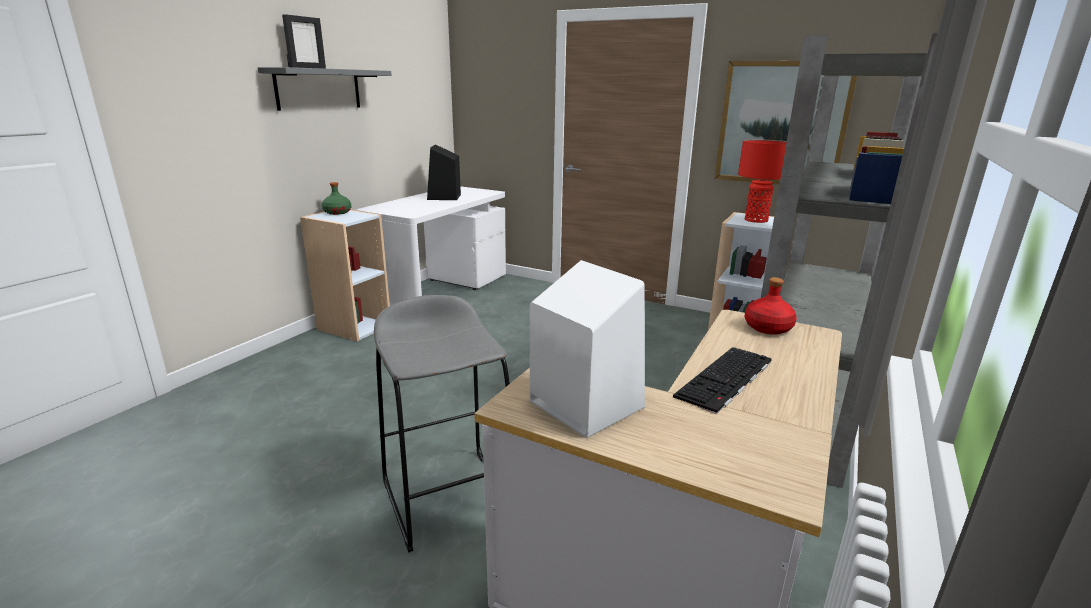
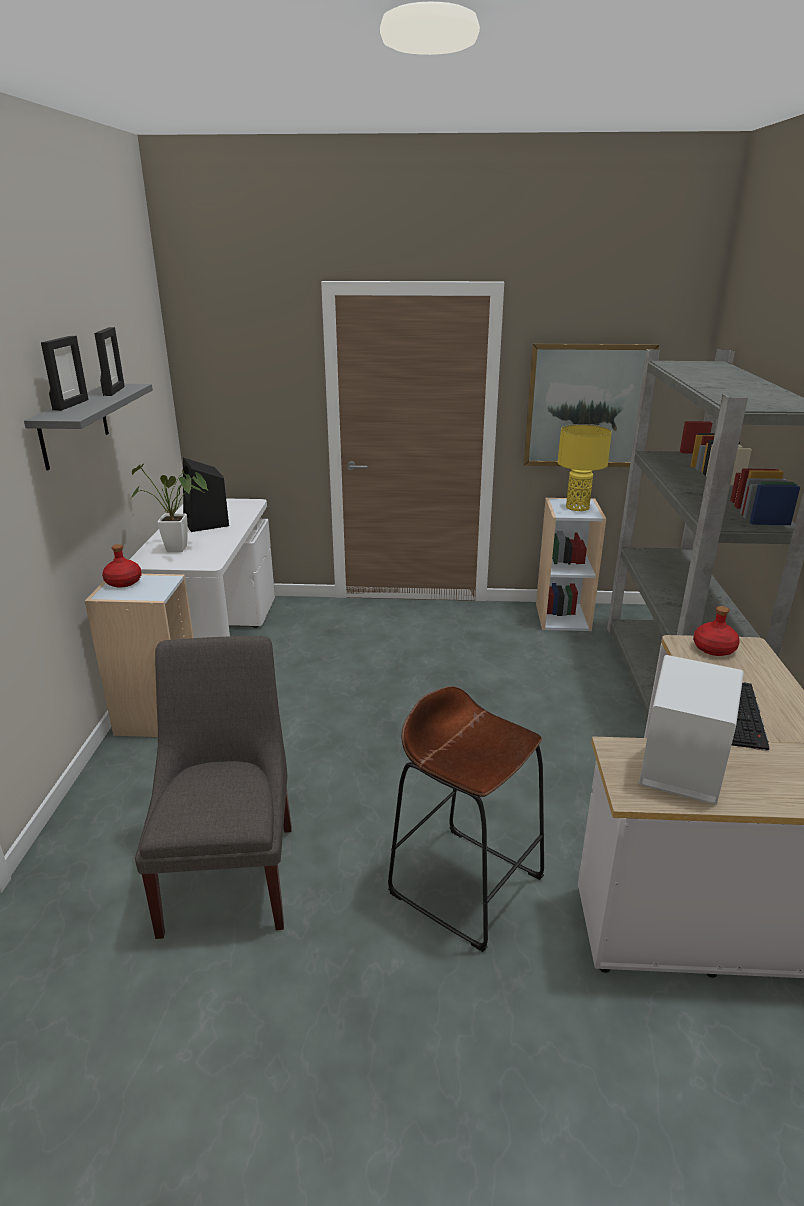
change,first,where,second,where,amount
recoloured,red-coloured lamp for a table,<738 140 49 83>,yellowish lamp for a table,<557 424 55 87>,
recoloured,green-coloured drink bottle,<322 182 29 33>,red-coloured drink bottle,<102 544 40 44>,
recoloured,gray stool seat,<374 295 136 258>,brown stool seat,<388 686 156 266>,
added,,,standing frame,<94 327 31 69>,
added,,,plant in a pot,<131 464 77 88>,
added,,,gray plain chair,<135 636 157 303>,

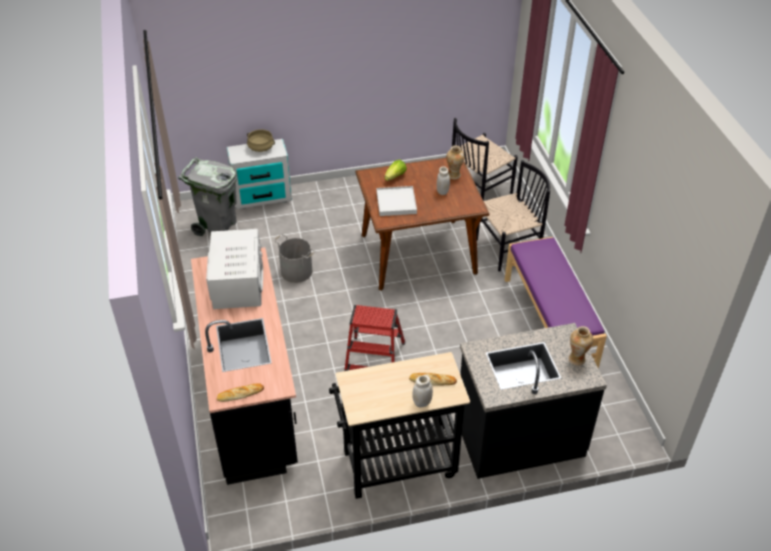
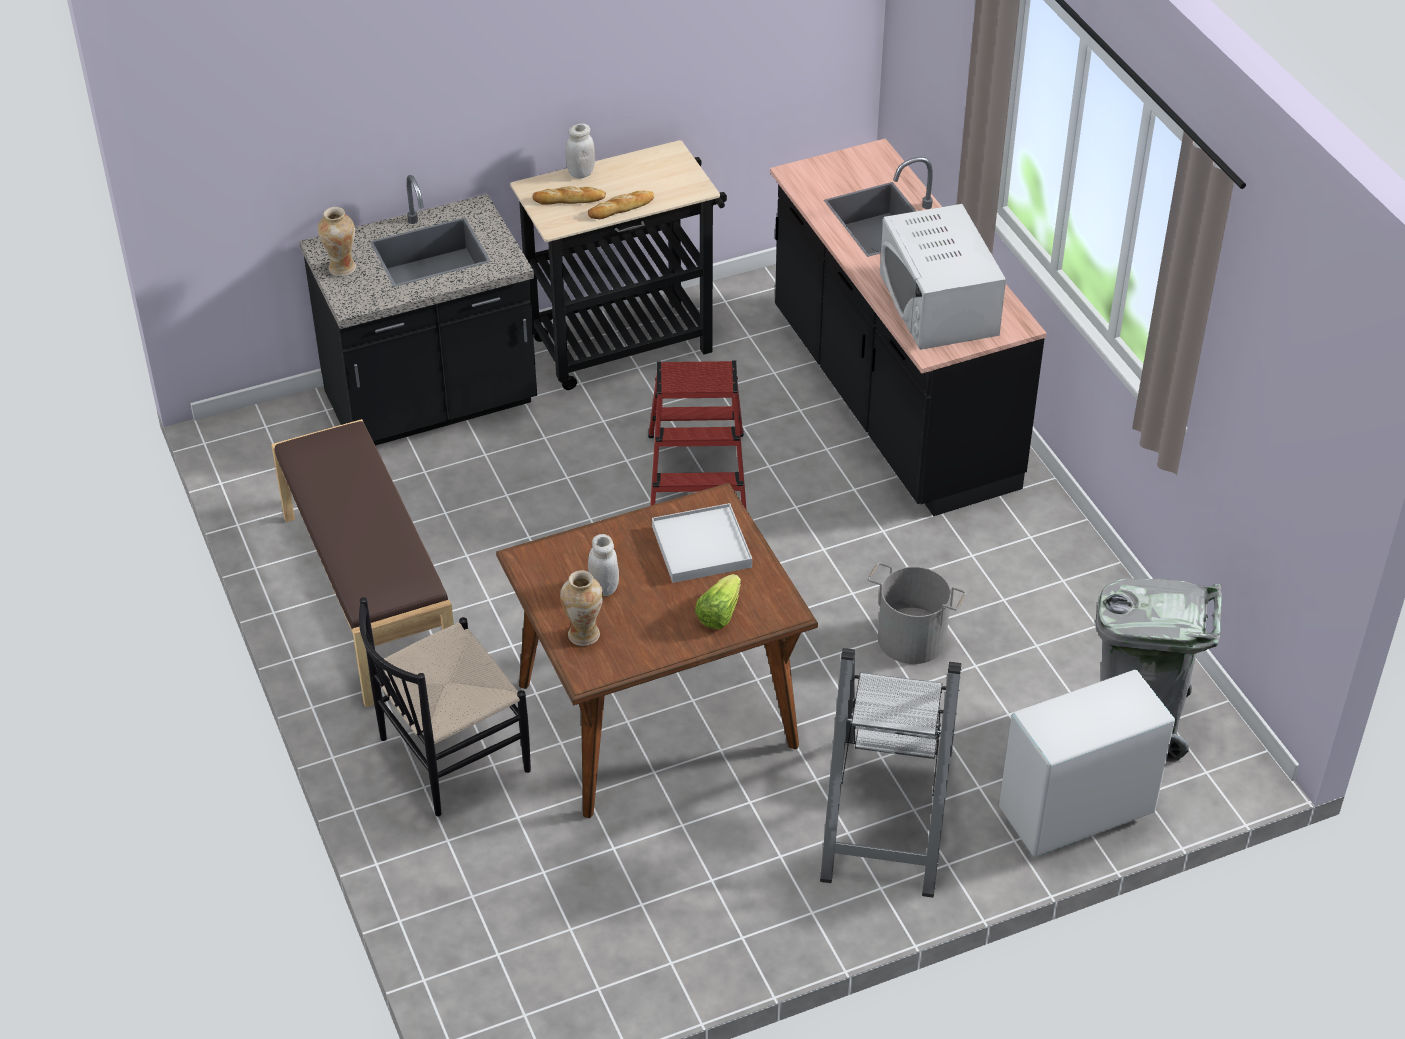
change,first,where,second,where,amount
removed,blackish plain chair,<452 118 66 83>,,,
removed,beige stockpot,<247 129 28 23>,,,
recoloured,purple-coloured bench,<505 237 102 132>,brown bench,<271 419 183 288>,
moved,bread,<217 383 47 19>,,<588 191 66 29>,
added,,,gray step stool,<820 648 142 250>,

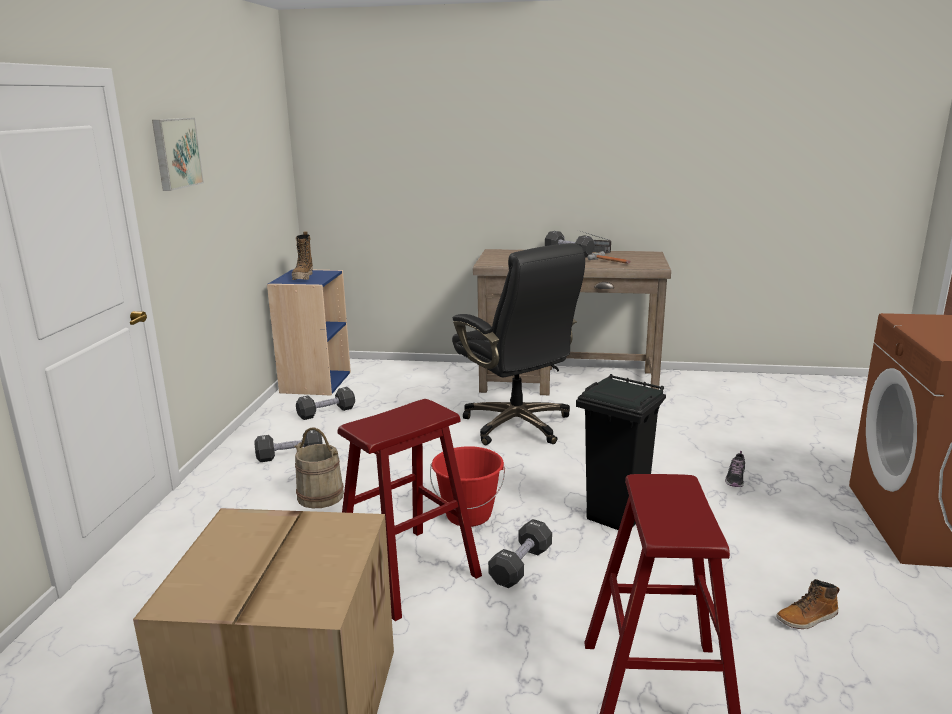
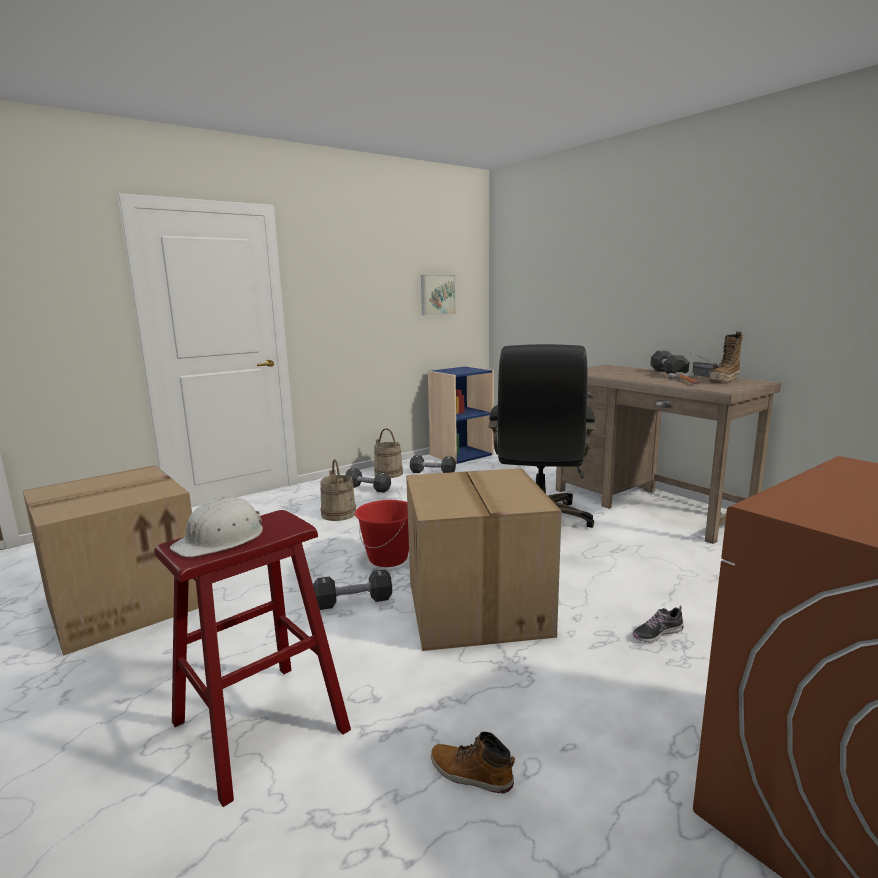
change,first,where,second,where,amount
moved,wall art,<152 118 52 73>,,<421 275 35 41>,
moved,high-top boot,<292 232 21 48>,,<709 331 34 52>,
replaced,blackish trash can,<576 374 90 156>,cardboard box,<406 468 156 183>,
removed,red-coloured stool seat,<338 399 144 222>,,,
added,,,beige water bucket,<374 428 29 50>,
added,,,whitish hard hat,<170 496 93 61>,

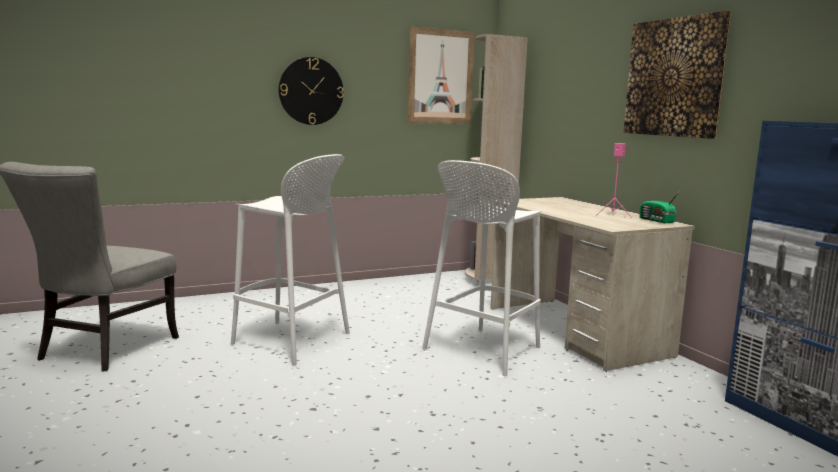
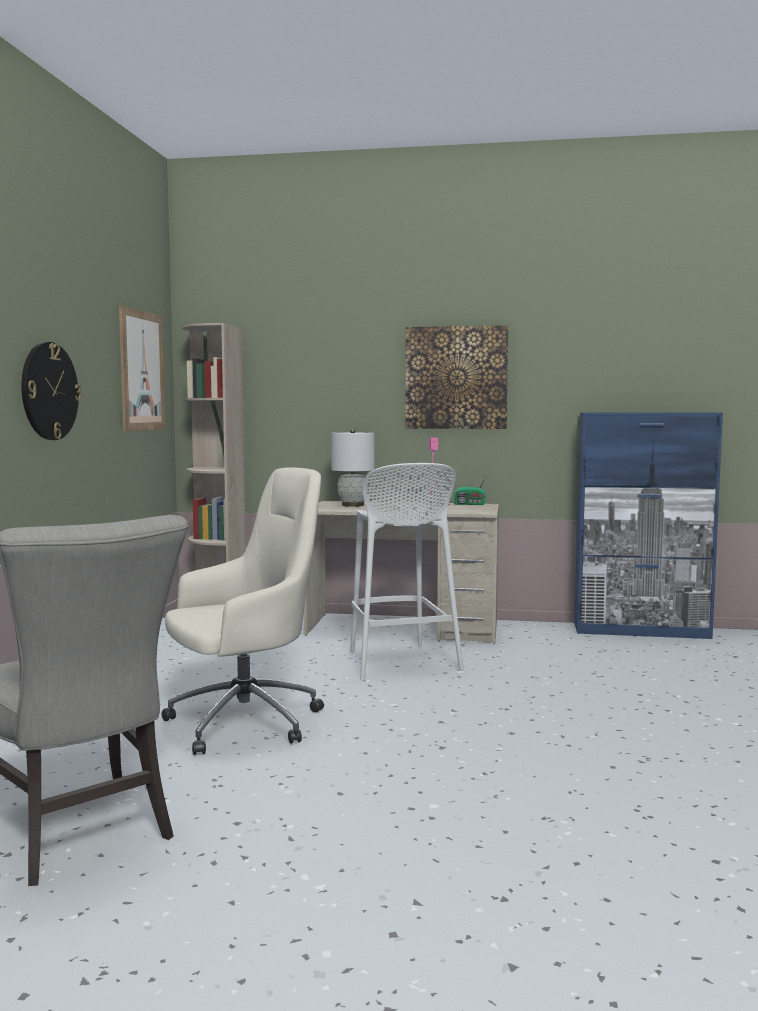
change,first,where,second,where,amount
replaced,whitish stool seat,<231 154 119 211>,beige office chair,<162 468 162 287>,
added,,,whitish lamp for a table,<331 429 43 78>,

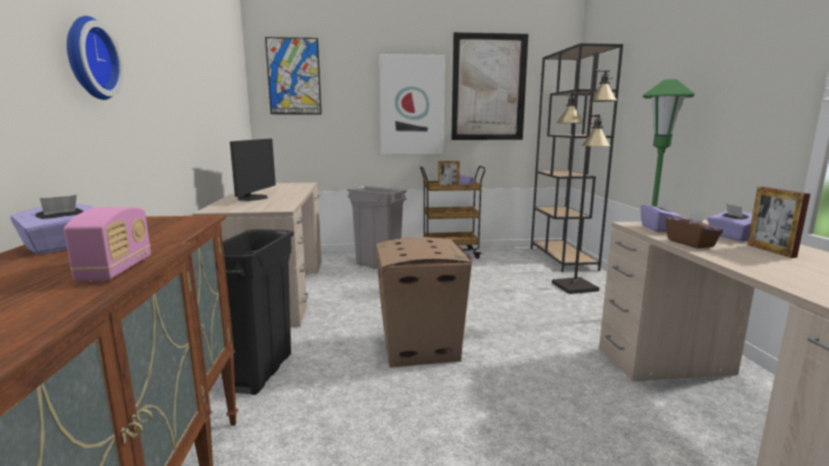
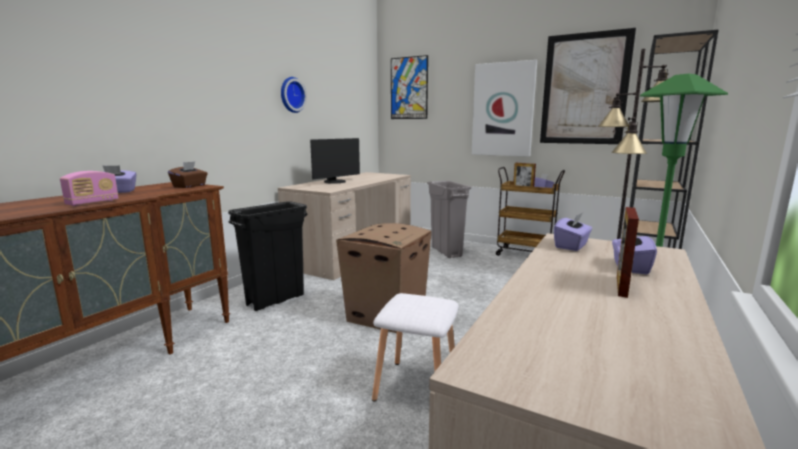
change,first,where,second,where,amount
moved,hanging clock,<67 16 56 84>,,<281 77 26 36>,
moved,brown box of tissues,<666 208 57 40>,,<168 161 40 27>,
added,,,whitish stool seat,<372 293 87 108>,

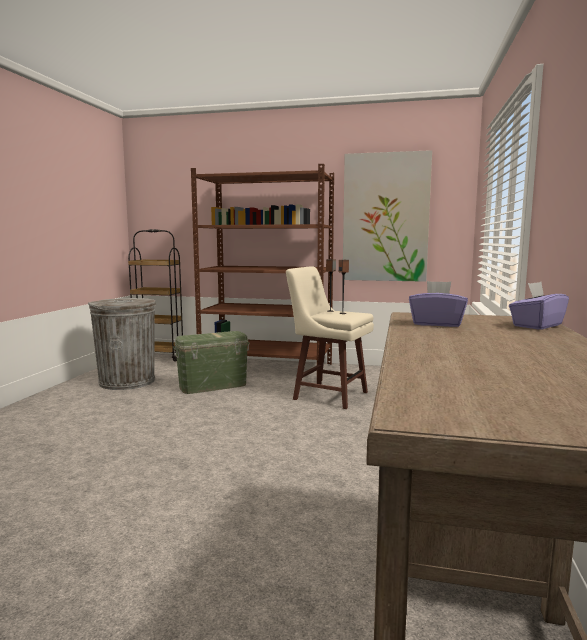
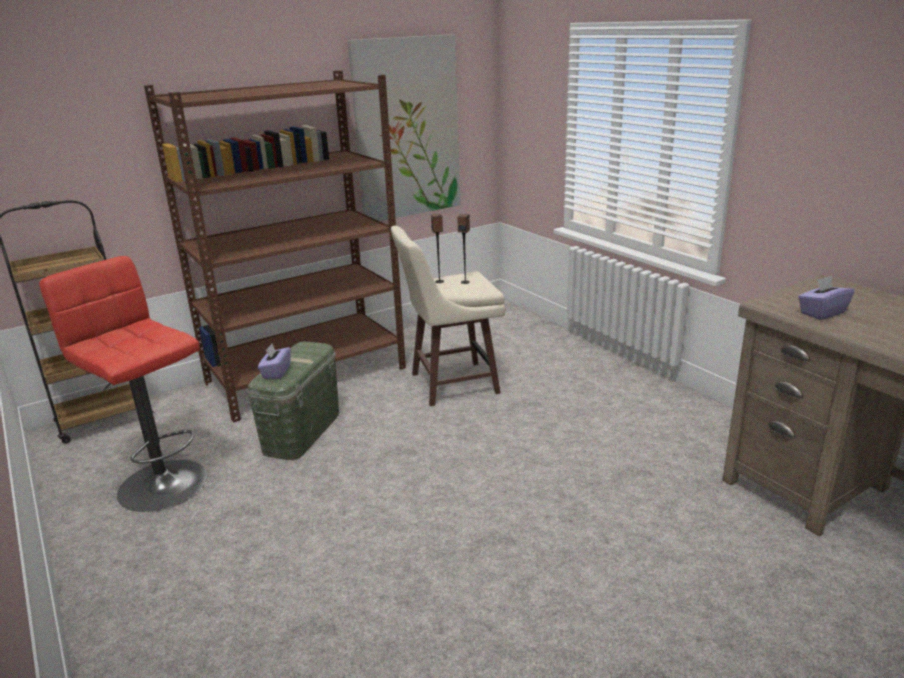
change,first,where,second,where,amount
moved,purple-coloured box of tissues,<509 282 60 48>,,<258 344 33 35>,
replaced,gray trash can,<88 298 68 92>,red-coloured stool seat,<39 256 168 256>,

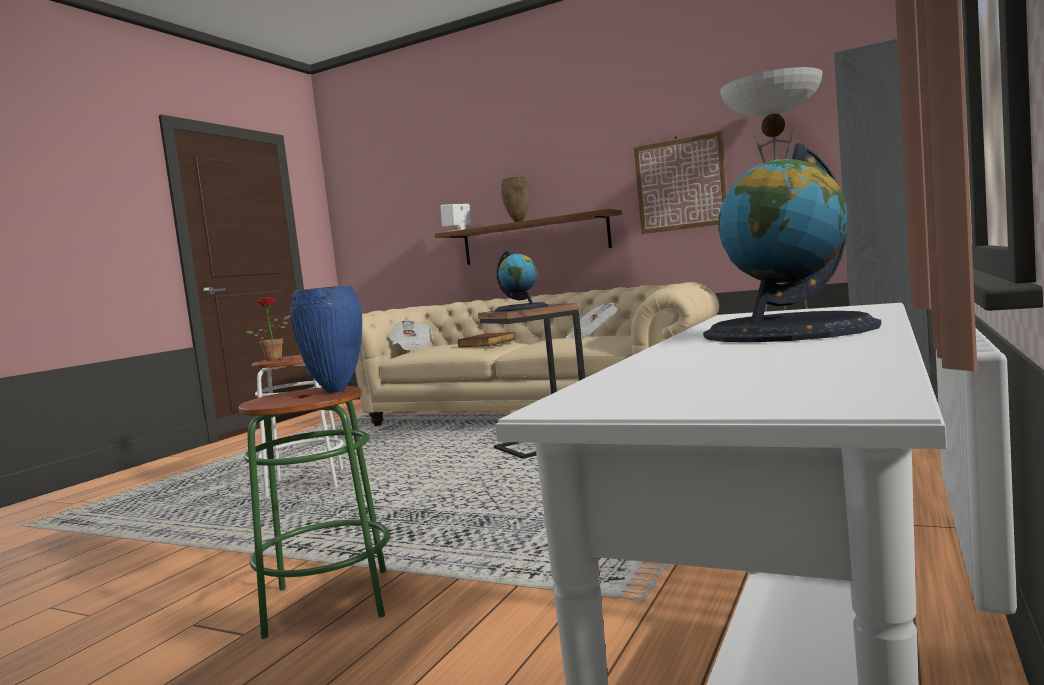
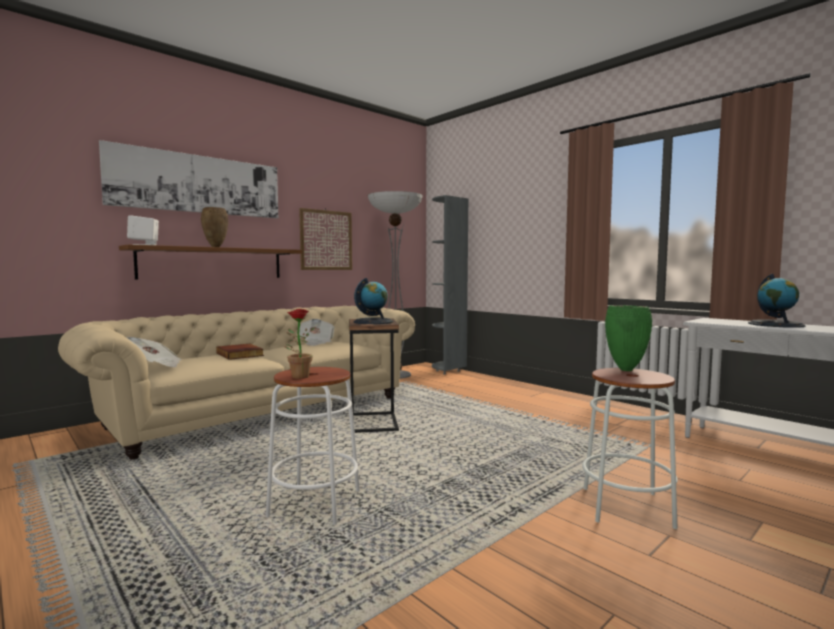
change,first,where,second,where,amount
recoloured,bluish vase,<290 285 72 108>,green-coloured vase,<605 305 47 66>,
recoloured,green-coloured stool seat,<239 386 151 253>,whitish stool seat,<582 368 96 161>,
added,,,wall art,<99 140 179 78>,

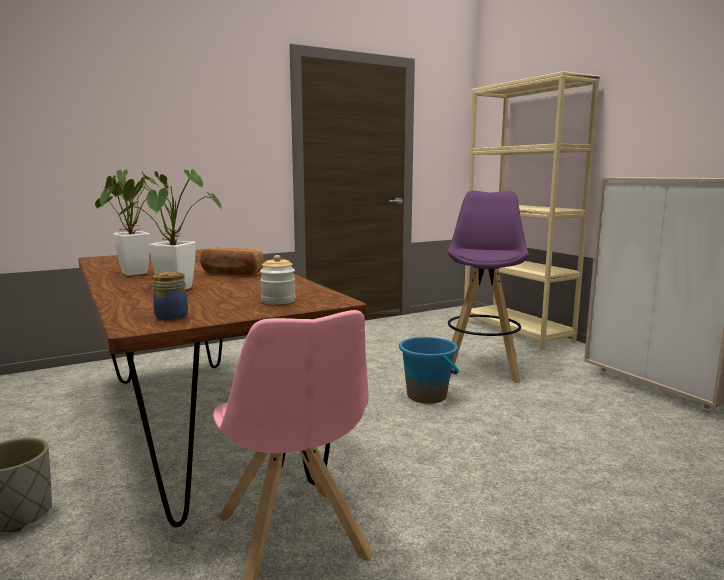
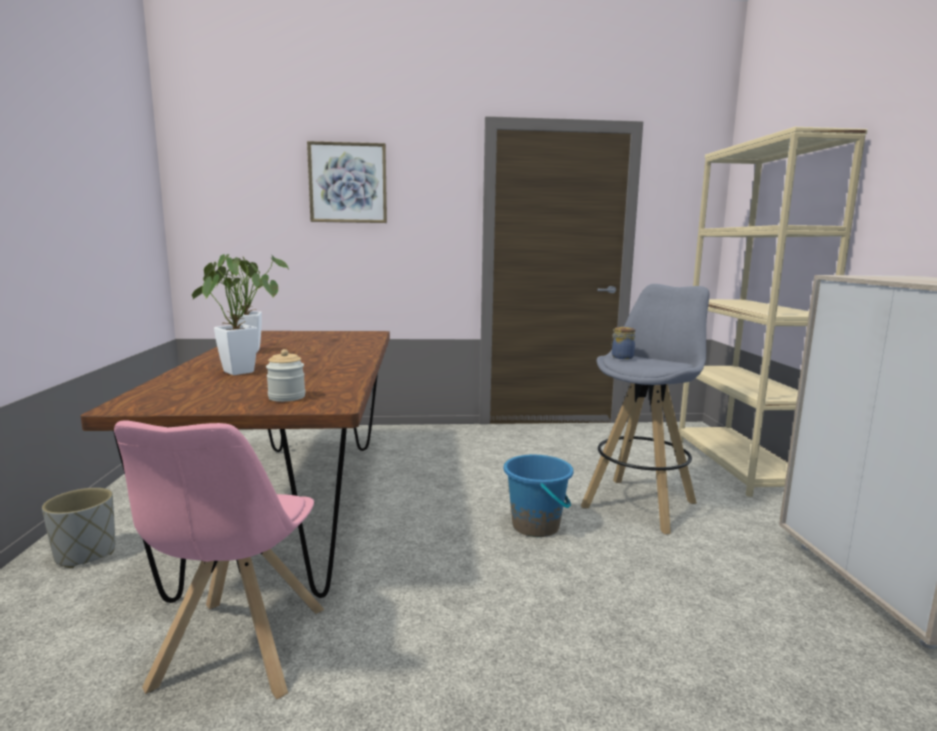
change,first,where,second,where,amount
recoloured,purple-coloured stool seat,<448 191 82 192>,gray stool seat,<581 284 128 250>,
removed,bread,<200 247 64 28>,,,
moved,preserve jar,<153 272 35 48>,,<611 327 24 32>,
added,,,wall art,<307 141 80 82>,

